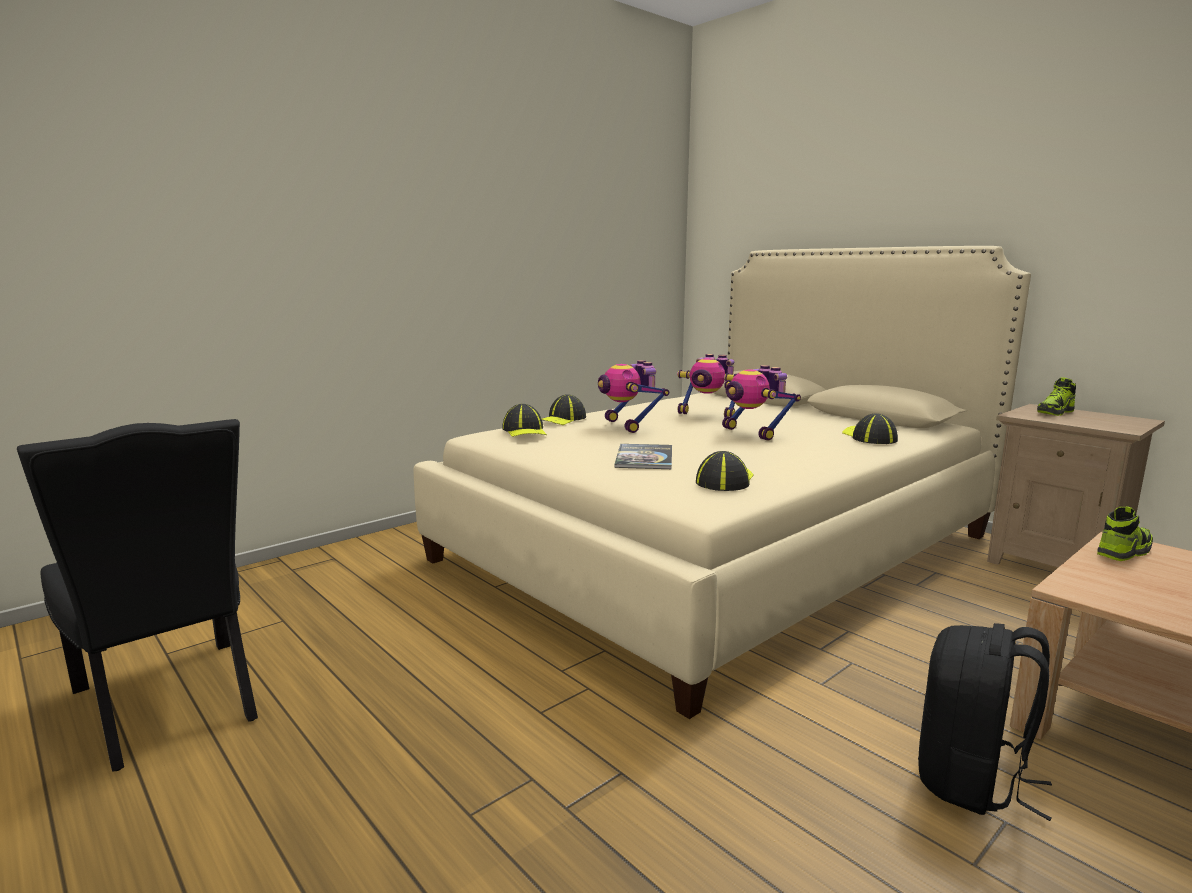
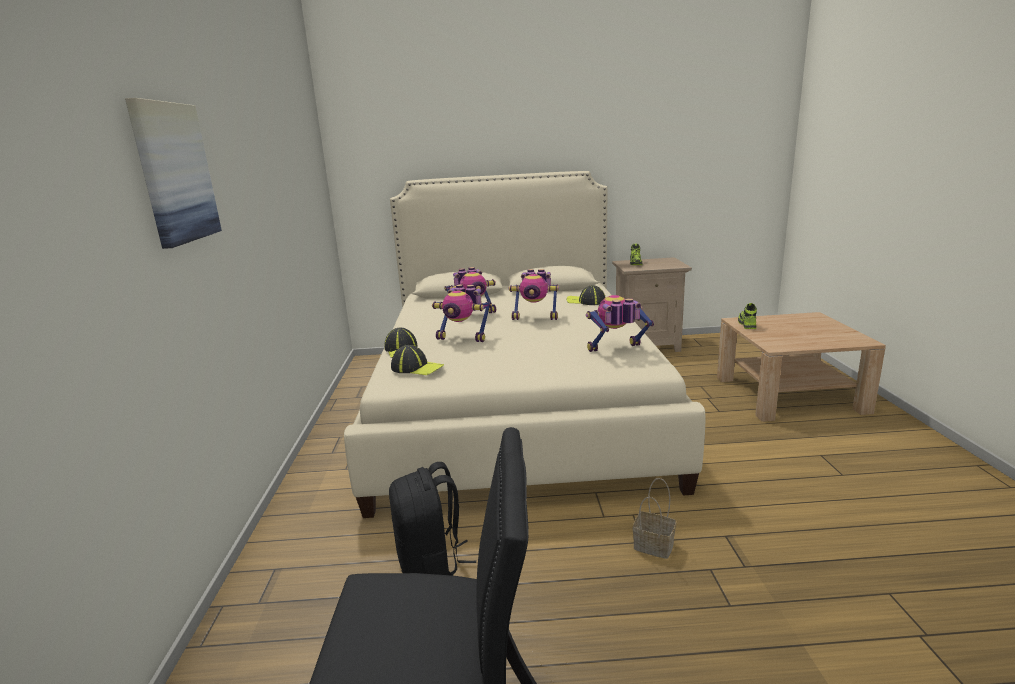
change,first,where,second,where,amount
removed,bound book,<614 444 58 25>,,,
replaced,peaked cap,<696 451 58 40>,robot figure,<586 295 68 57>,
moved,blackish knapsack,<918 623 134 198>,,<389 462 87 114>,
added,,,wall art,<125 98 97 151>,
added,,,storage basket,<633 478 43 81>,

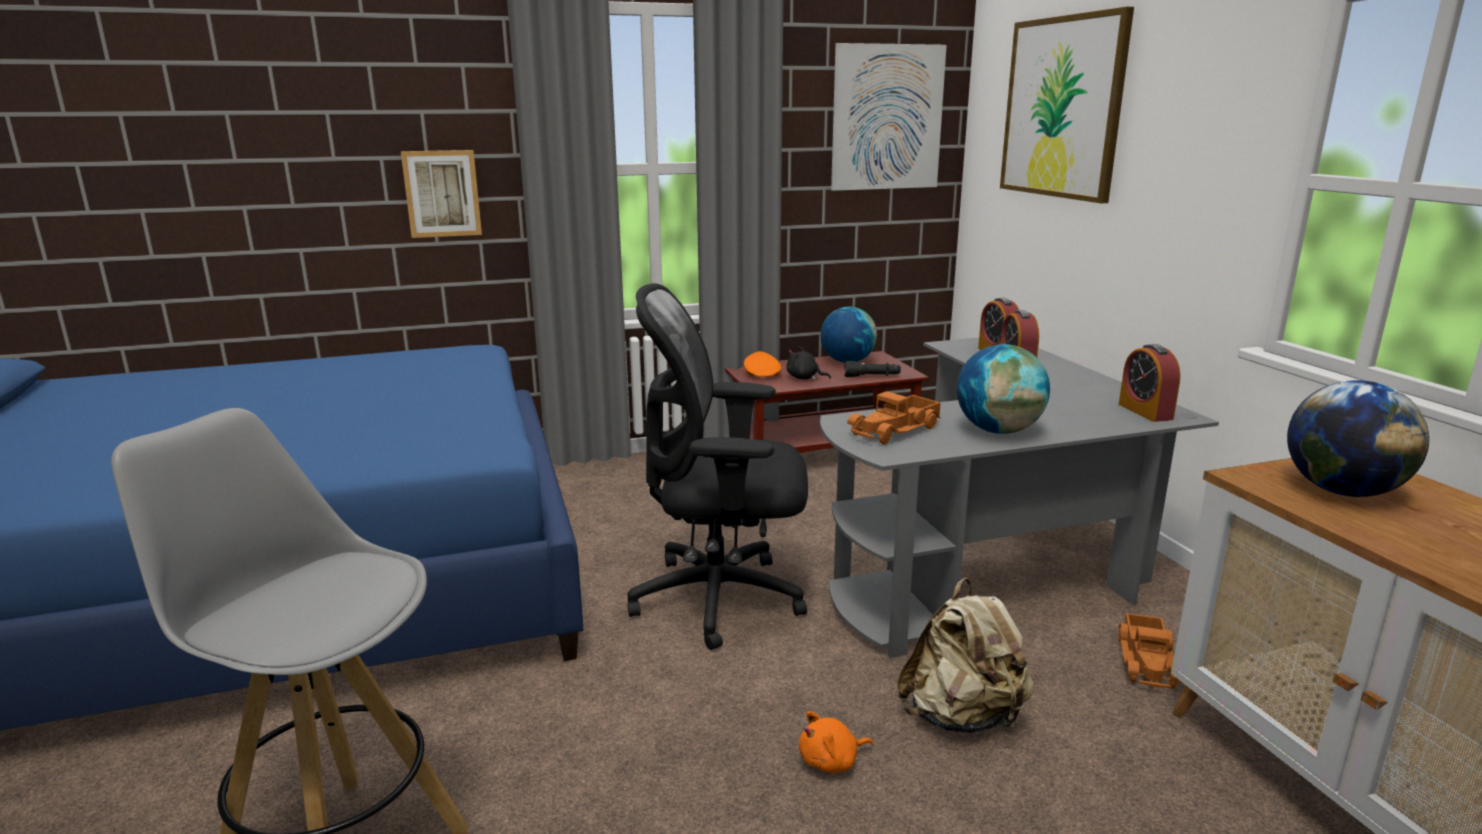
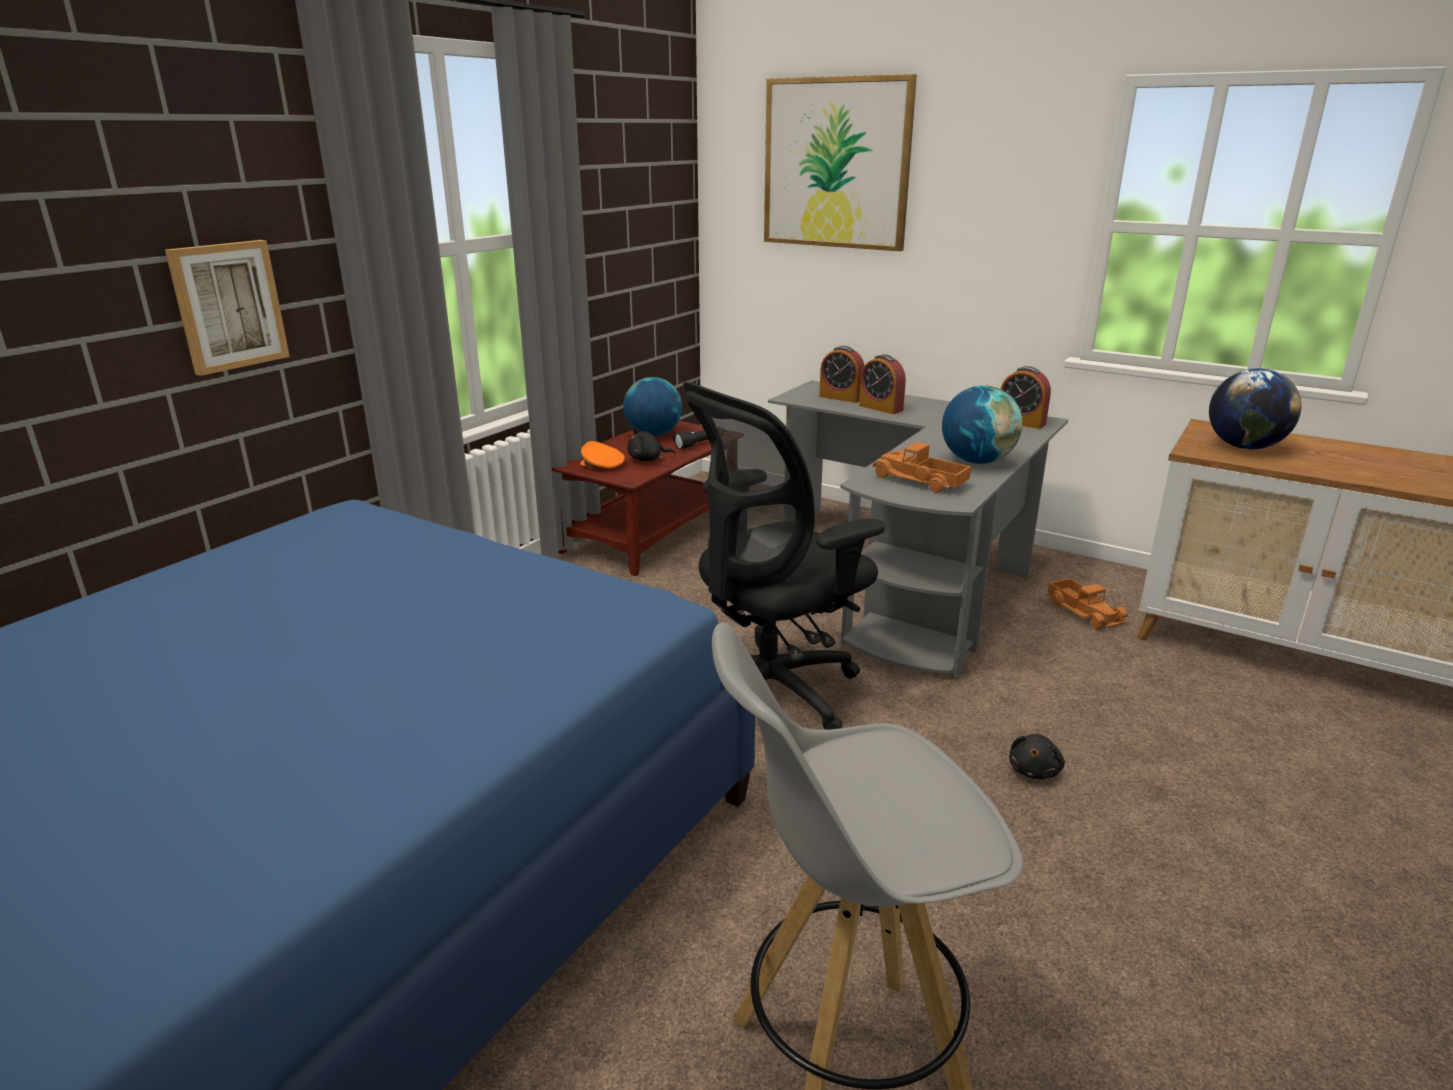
change,first,where,second,where,amount
removed,wall art,<831 43 116 148>,,,
turned,toy truck,<847 391 94 53>,,<872 442 99 51>,120 degrees clockwise
removed,beige knapsack,<897 578 137 155>,,,
recoloured,orangey plush toy,<799 711 74 62>,blackish plush toy,<1009 734 56 45>,

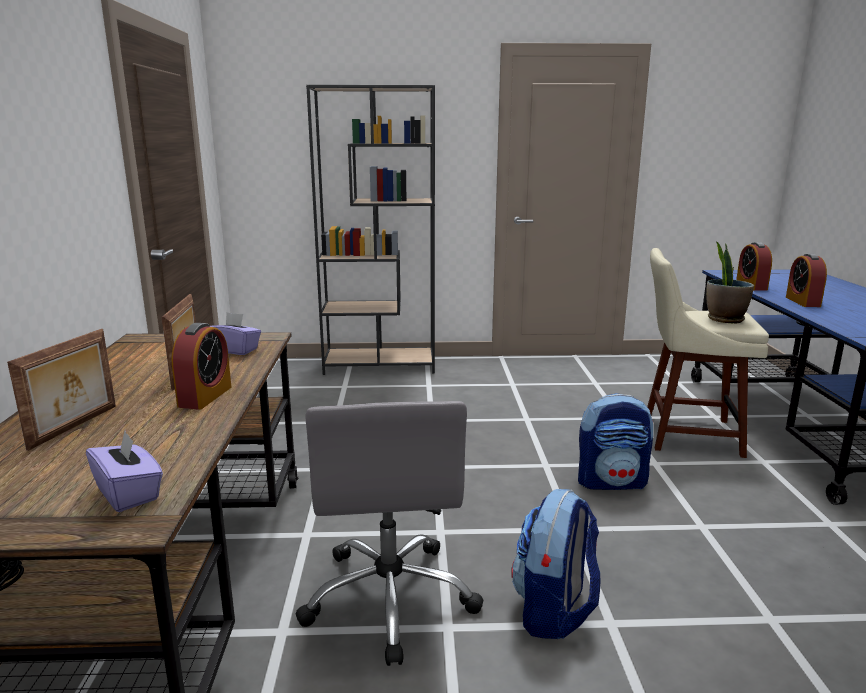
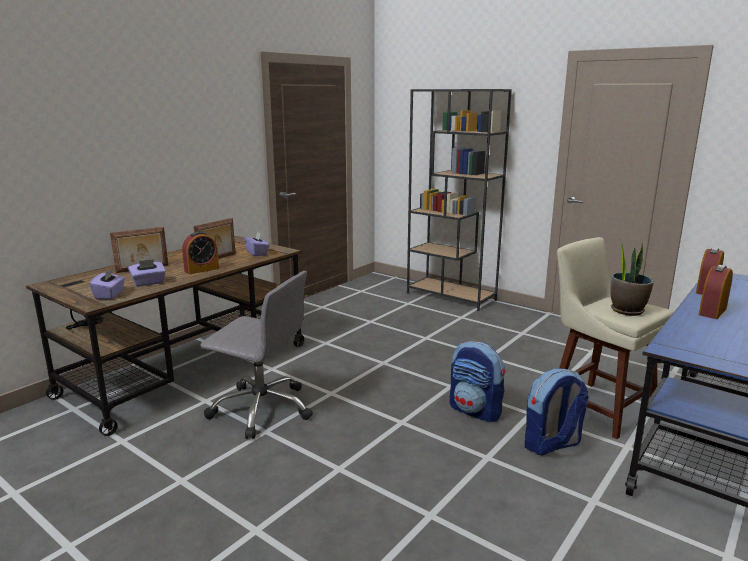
change,first,where,second,where,amount
turned,gray office chair,<296 401 187 265>,,<200 271 113 168>,105 degrees counterclockwise
moved,knapsack,<511 489 89 150>,,<525 368 64 87>,
added,,,purple-coloured box of tissues,<128 259 38 28>,

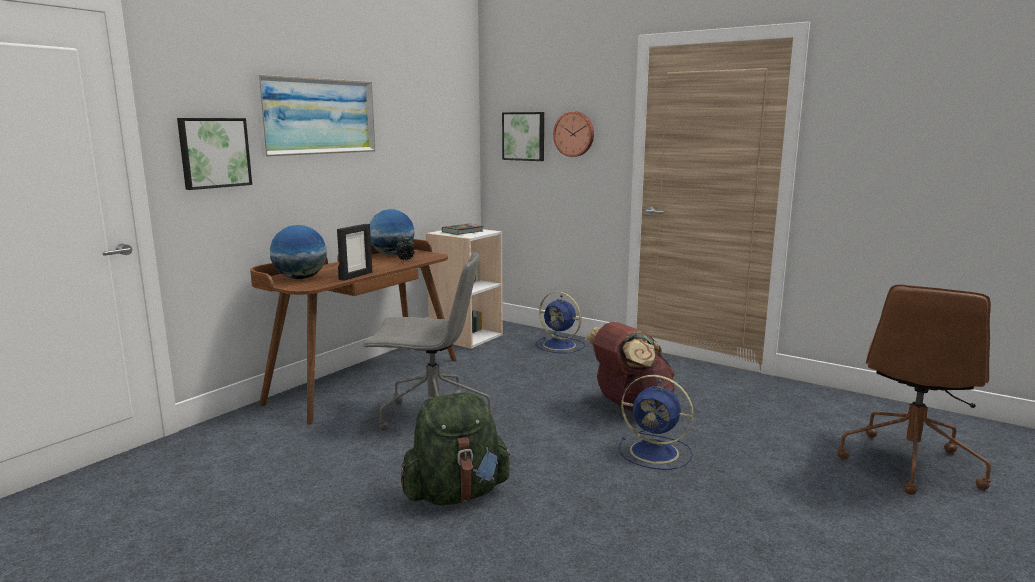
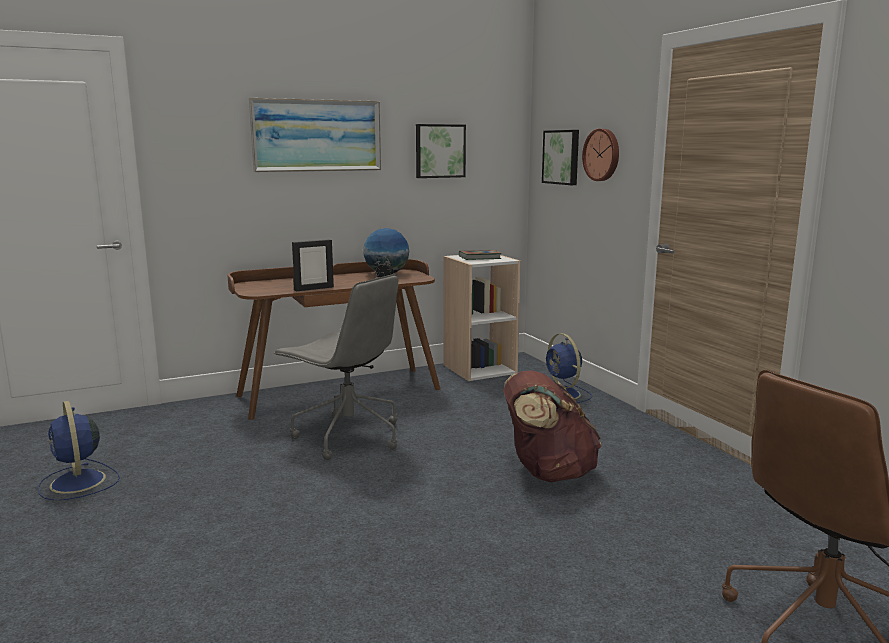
change,first,where,second,where,amount
moved,wall art,<177 118 75 72>,,<416 124 50 54>,
removed,desk globe,<270 225 57 54>,,,
moved,bluish fan,<619 375 75 95>,,<38 401 82 100>,
removed,green-coloured knapsack,<401 392 109 113>,,,

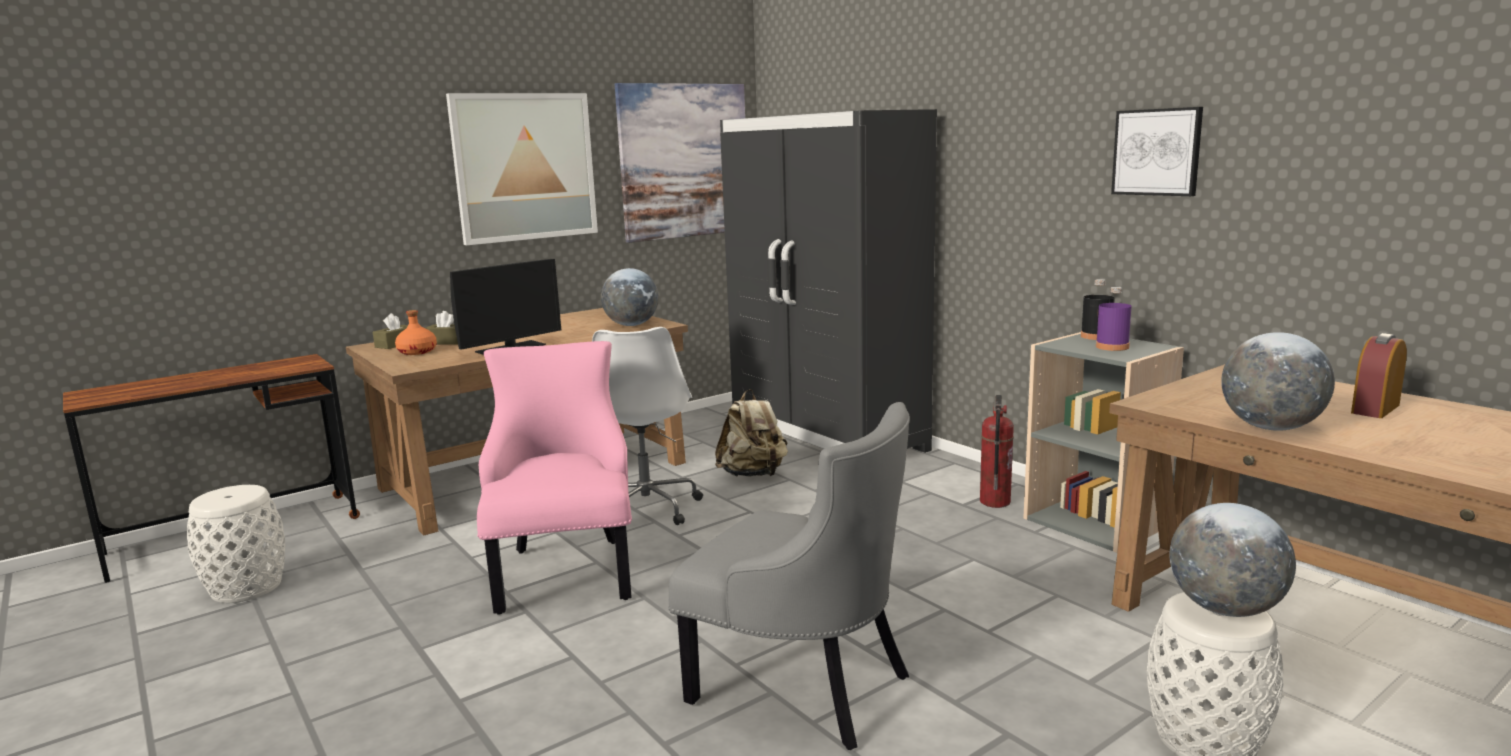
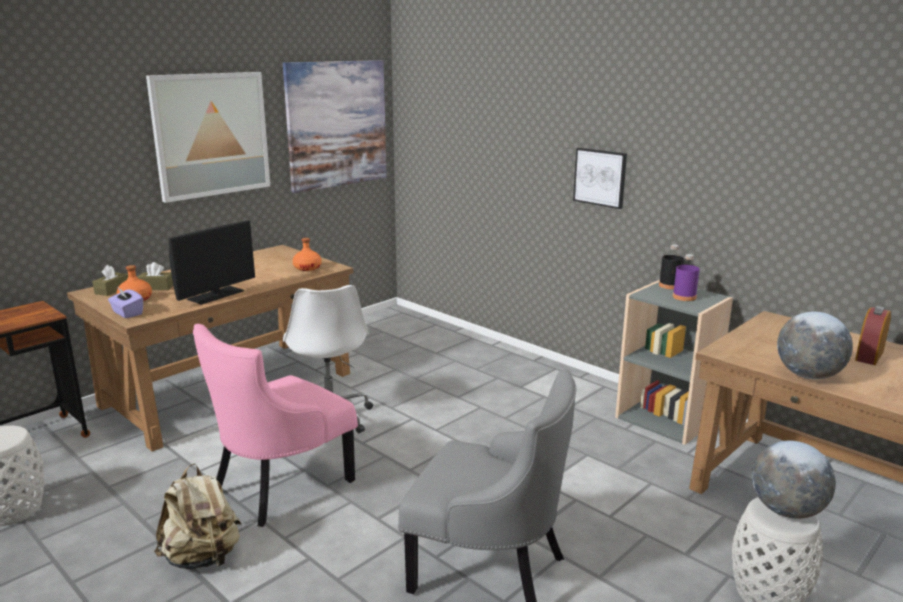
change,first,where,second,where,amount
moved,wall art,<1111 107 92 89>,,<573 148 54 61>,
removed,blackish storage cabinet,<720 109 217 344>,,,
replaced,desk globe,<601 268 58 58>,orangey drink bottle,<293 238 28 33>,
turned,pinkish plain chair,<477 341 155 274>,,<193 324 165 203>,120 degrees counterclockwise
moved,beige knapsack,<715 389 73 87>,,<154 463 87 106>,
removed,extinguisher,<980 395 34 113>,,,
added,,,purple-coloured box of tissues,<108 288 35 30>,

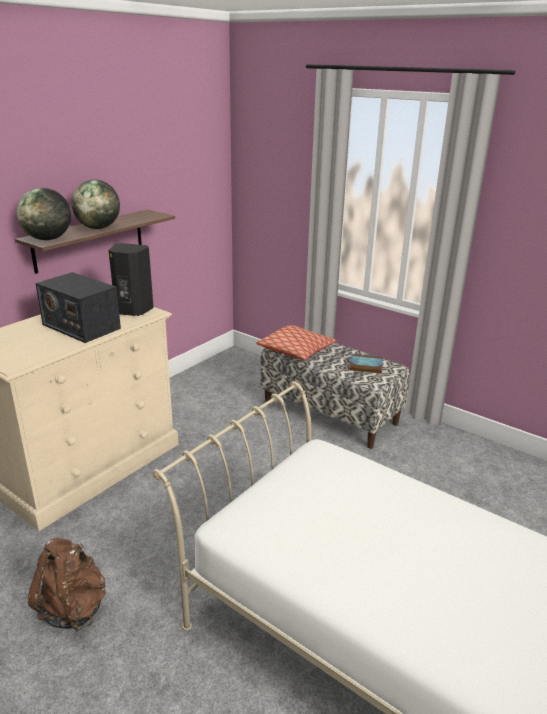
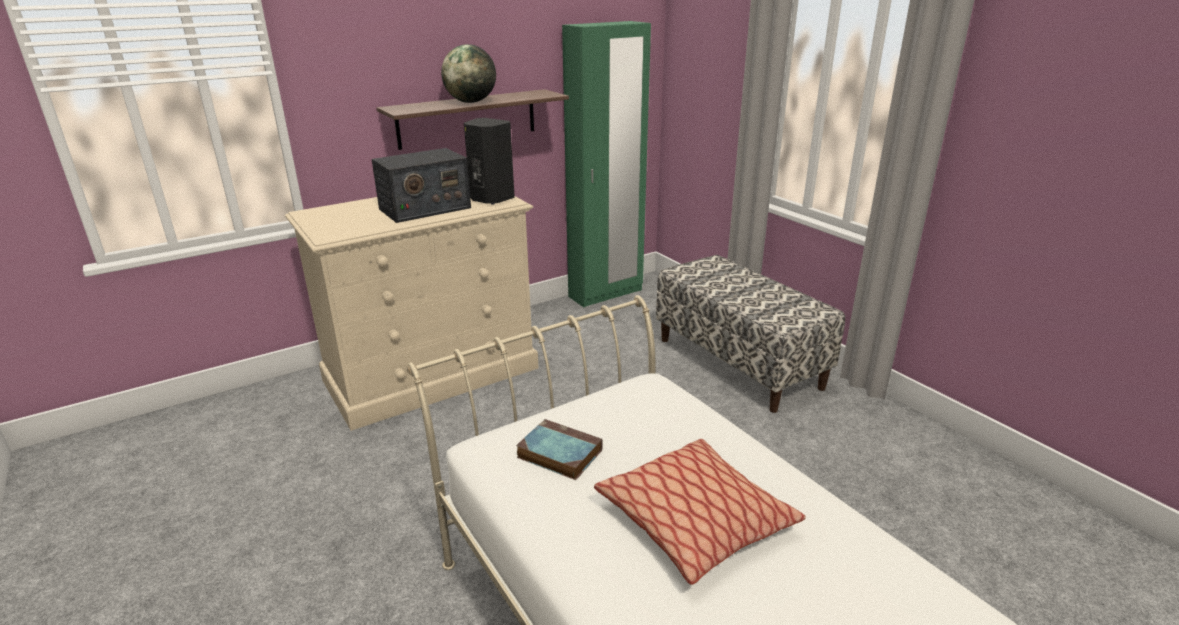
change,first,where,second,where,amount
removed,desk globe,<17 188 54 52>,,,
turned,radio receiver,<35 272 86 71>,,<372 148 99 75>,90 degrees counterclockwise
moved,pillow,<256 325 81 36>,,<594 439 212 146>,
moved,bound book,<349 353 34 21>,,<516 419 87 61>,
removed,brown knapsack,<28 538 78 94>,,,
added,,,green-coloured wardrobe,<562 21 89 286>,

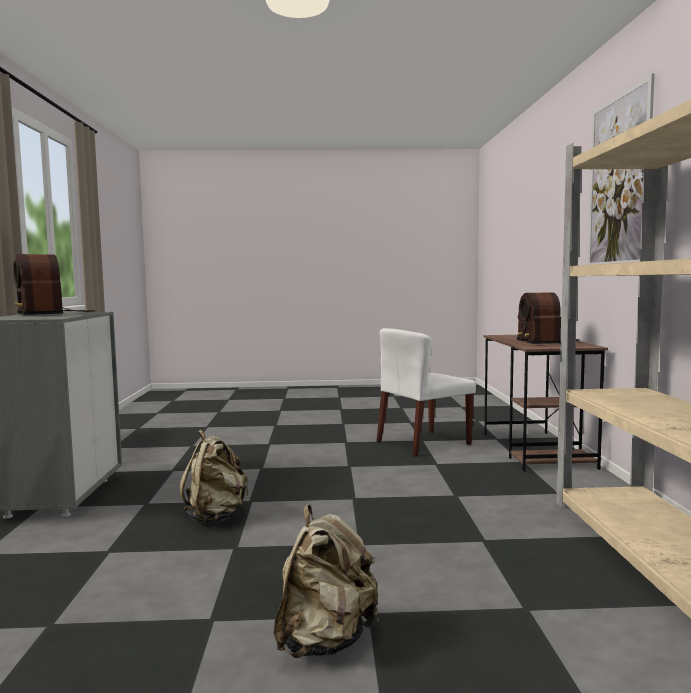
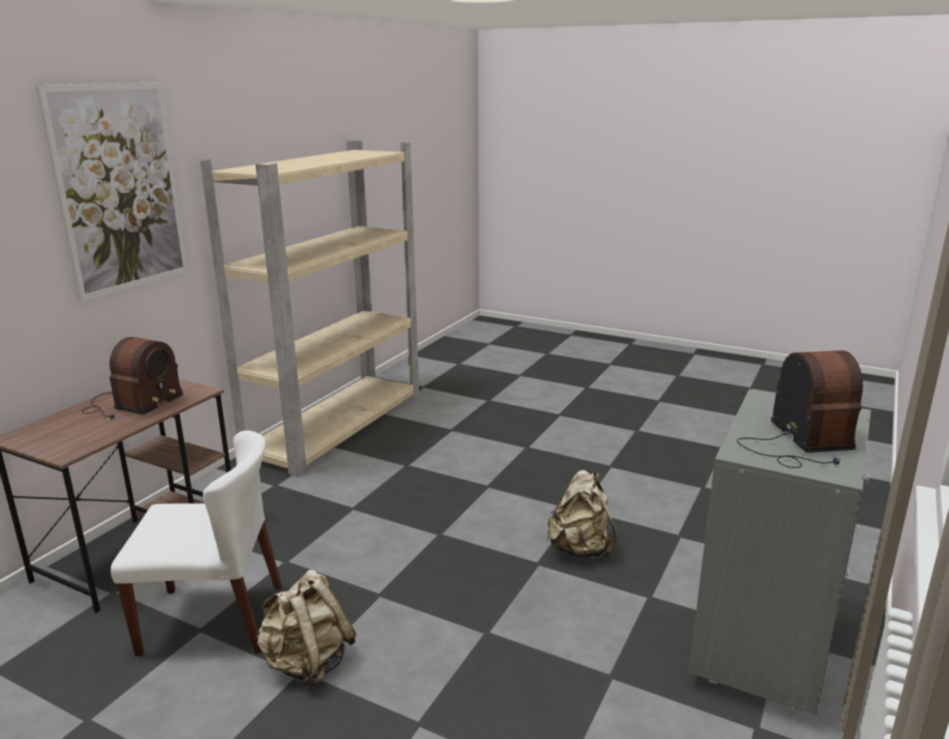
change,first,where,second,where,amount
moved,beige knapsack,<274 504 105 154>,,<255 570 101 118>,

